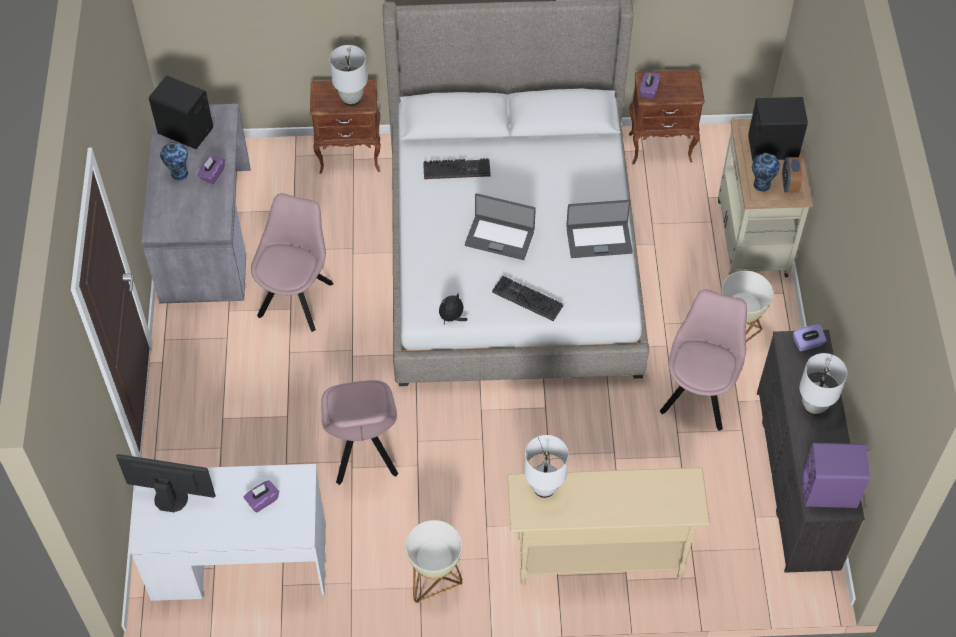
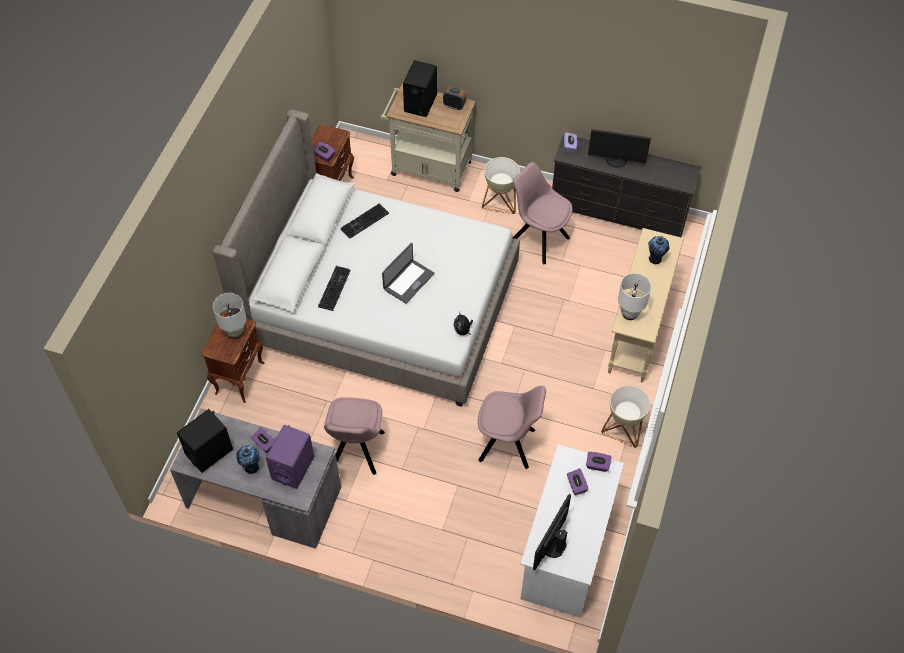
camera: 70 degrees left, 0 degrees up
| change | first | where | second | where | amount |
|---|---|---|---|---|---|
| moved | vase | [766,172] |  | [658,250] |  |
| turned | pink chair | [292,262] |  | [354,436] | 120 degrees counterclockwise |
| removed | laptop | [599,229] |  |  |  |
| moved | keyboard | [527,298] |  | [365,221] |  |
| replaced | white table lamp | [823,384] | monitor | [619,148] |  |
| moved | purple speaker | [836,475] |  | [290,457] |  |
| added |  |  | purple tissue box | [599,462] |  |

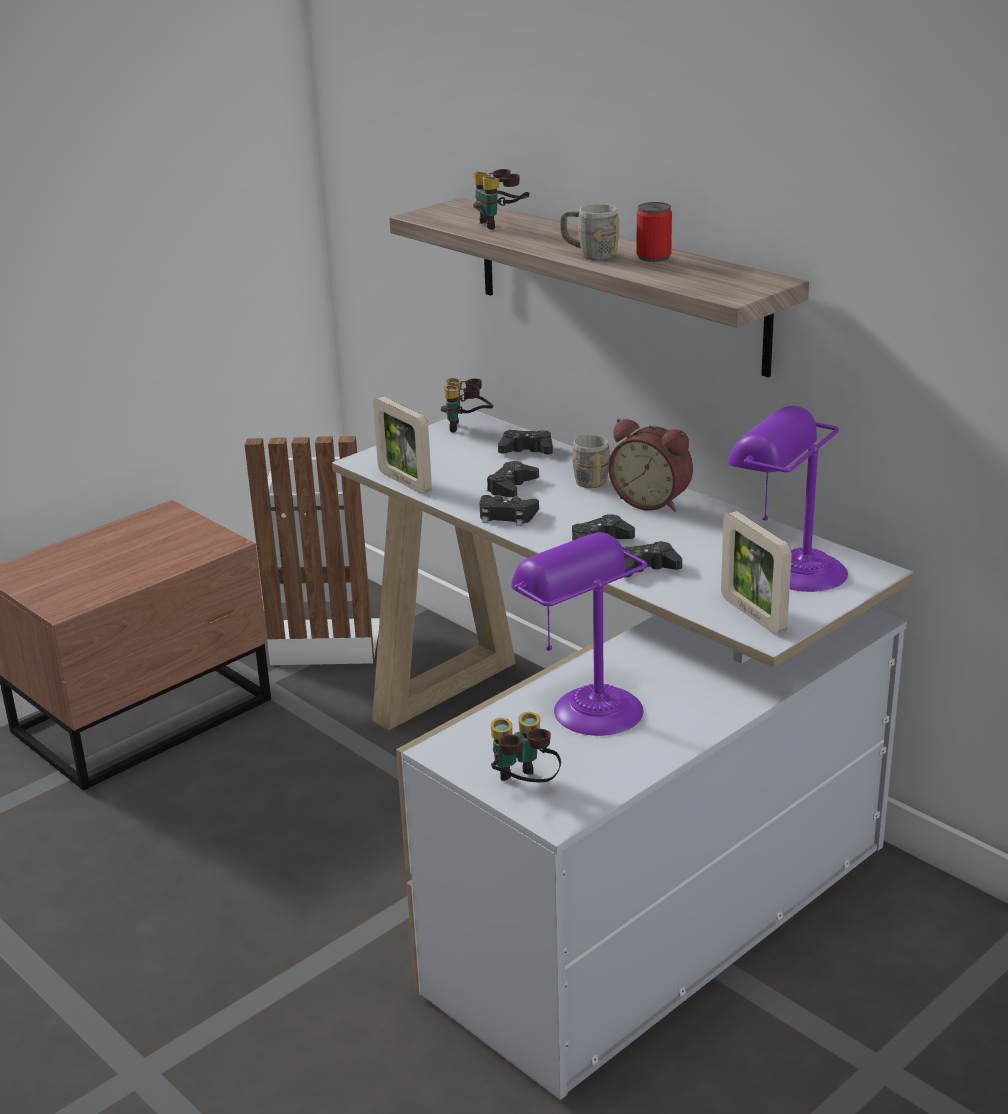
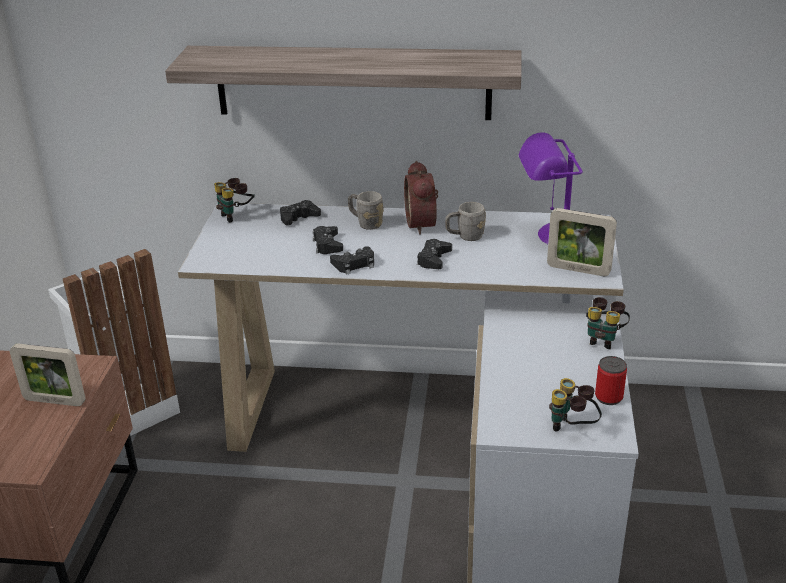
camera: 40 degrees left, 5 degrees up
| change | first | where | second | where | amount |
|---|---|---|---|---|---|
| moved | binoculars | [501,199] |  | [608,323] |  |
| moved | can | [654,232] |  | [611,380] |  |
| moved | grey mug | [589,232] |  | [465,221] |  |
| moved | picture frame | [402,445] |  | [48,374] |  |
| turned | alarm clock | [650,465] |  | [421,198] | 90 degrees clockwise |
| removed | purple table lamp | [579,634] |  |  |  |
| removed | black game controller | [652,559] |  |  |  |

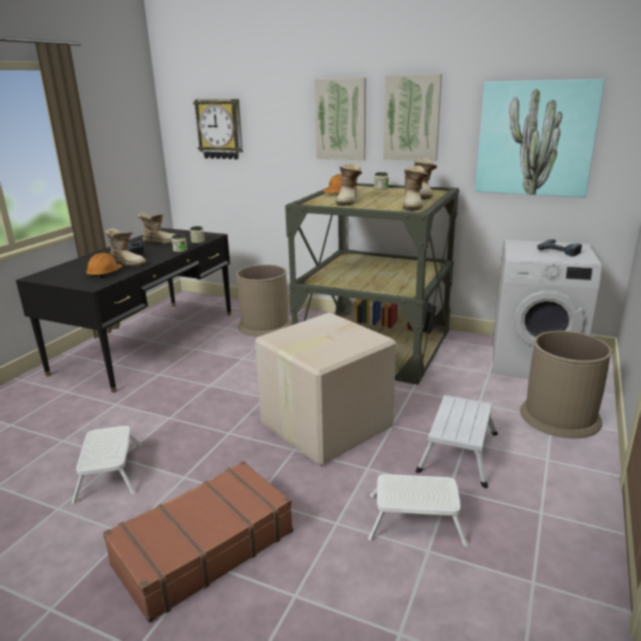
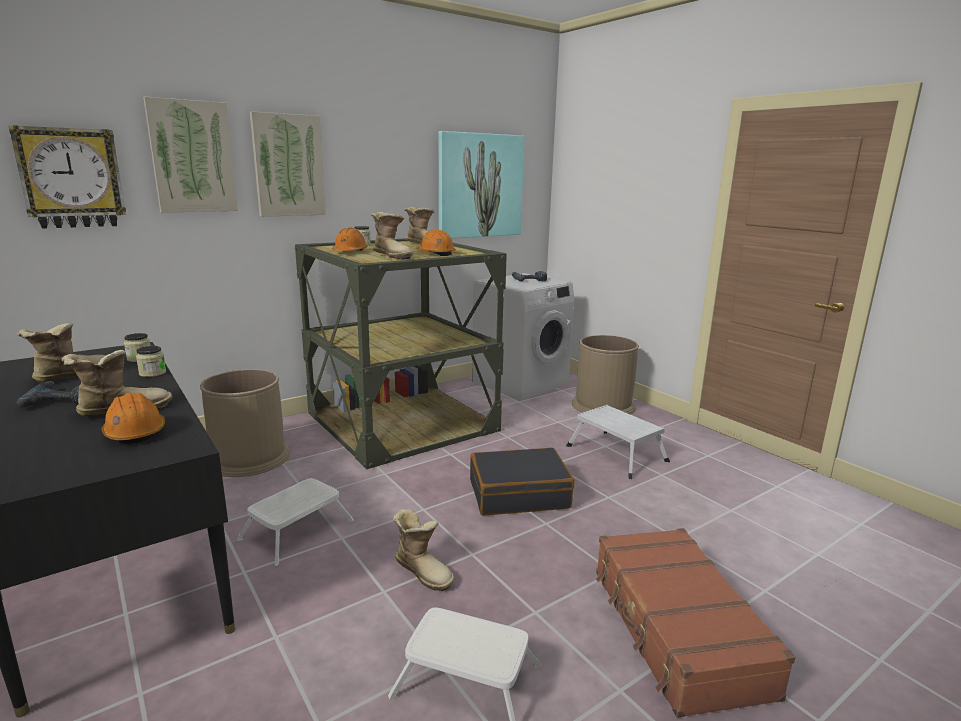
camera: 60 degrees left, 5 degrees down
| change | first | where | second | where | amount |
|---|---|---|---|---|---|
| moved | picture | [413,117] |  | [190,155] |  |
| moved | boot | [416,188] |  | [424,550] |  |
| replaced | cardboard box | [325,389] | black suitcase | [522,481] |  |
| moved | white step ladder | [418,510] |  | [295,522] |  |
| added |  |  | orange hard hat | [436,242] |  |

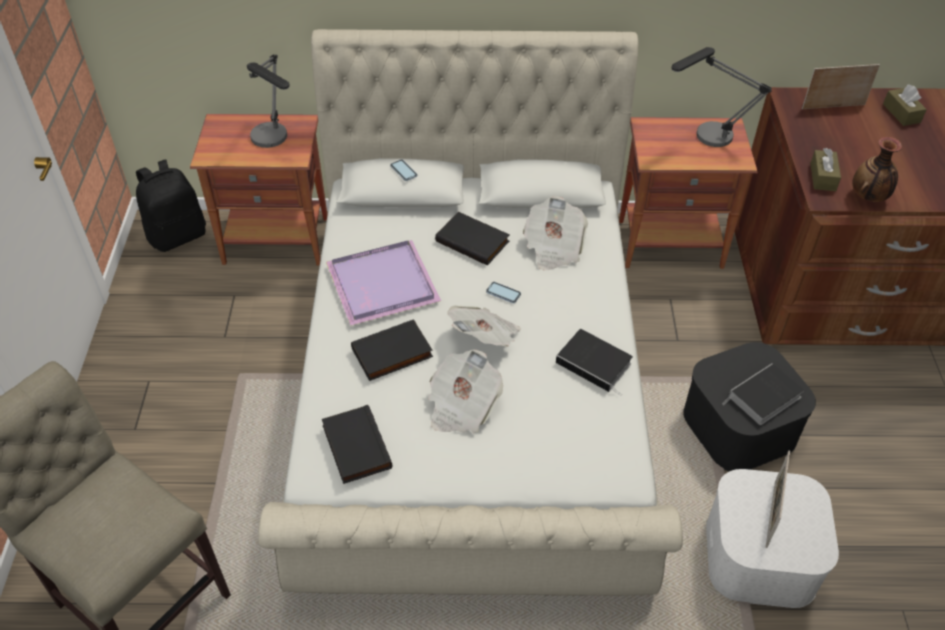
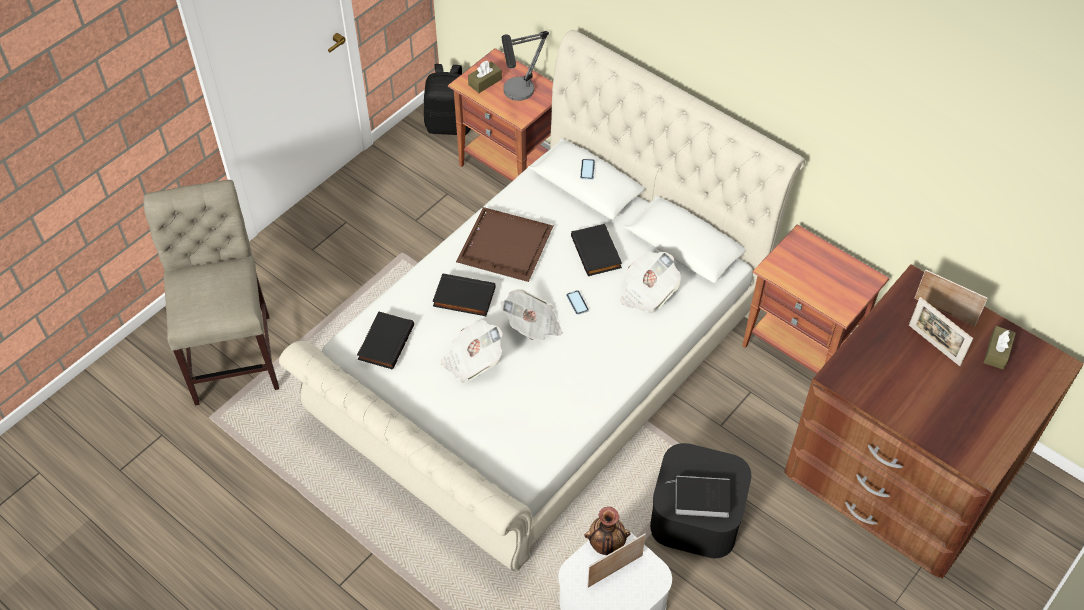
camera: 40 degrees right, 5 degrees up
| change | first | where | second | where | amount |
|---|---|---|---|---|---|
| removed | table lamp | [722,97] |  |  |  |
| moved | vase | [877,169] |  | [607,531] |  |
| moved | brown tissue box | [825,169] |  | [485,77] |  |
| recoloured | purple tray | [383,283] | brown tray | [504,244] |  |
| removed | book | [594,362] |  |  |  |
| added |  |  | picture frame | [941,331] |  |

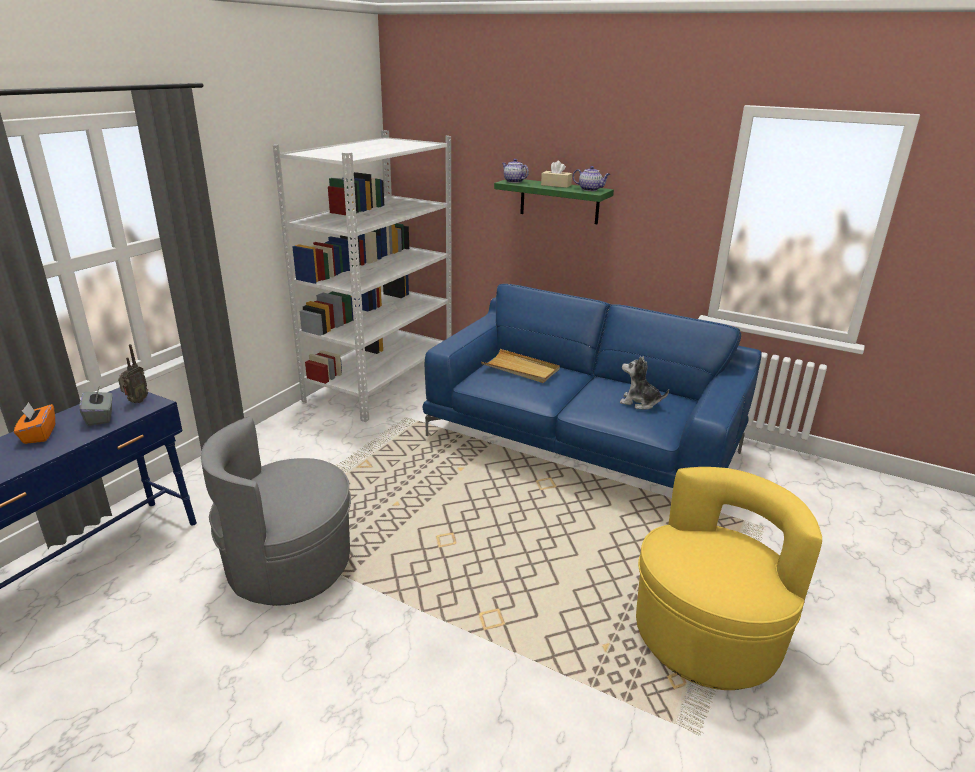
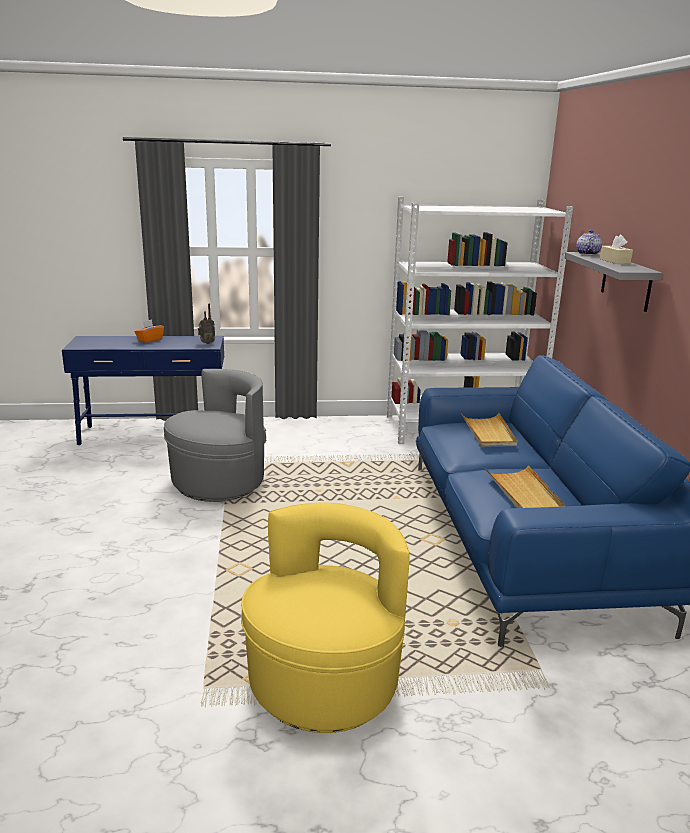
camera: 55 degrees right, 5 degrees down
| change | first | where | second | where | amount |
|---|---|---|---|---|---|
| removed | teapot | [591,178] |  |  |  |
| recoloured | green shelf | [554,201] | grey shelf | [614,282] |  |
| replaced | plush toy | [644,383] | beige tray | [525,486] |  |
| removed | grey tissue box | [96,405] |  |  |  |
| turned | grey armchair | [276,511] |  | [215,435] | 105 degrees clockwise |
| turned | yellow armchair | [729,578] |  | [325,617] | 75 degrees counterclockwise |

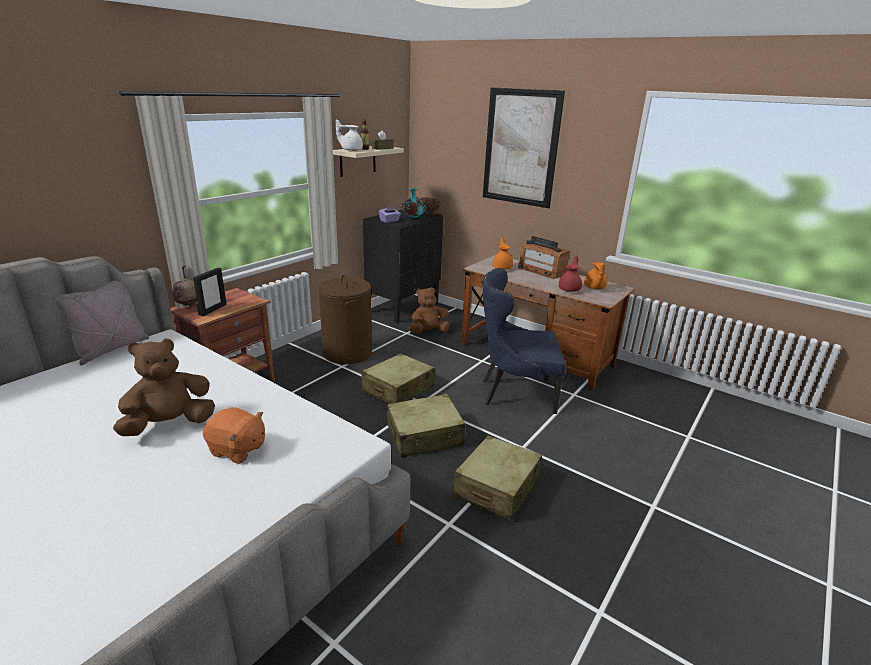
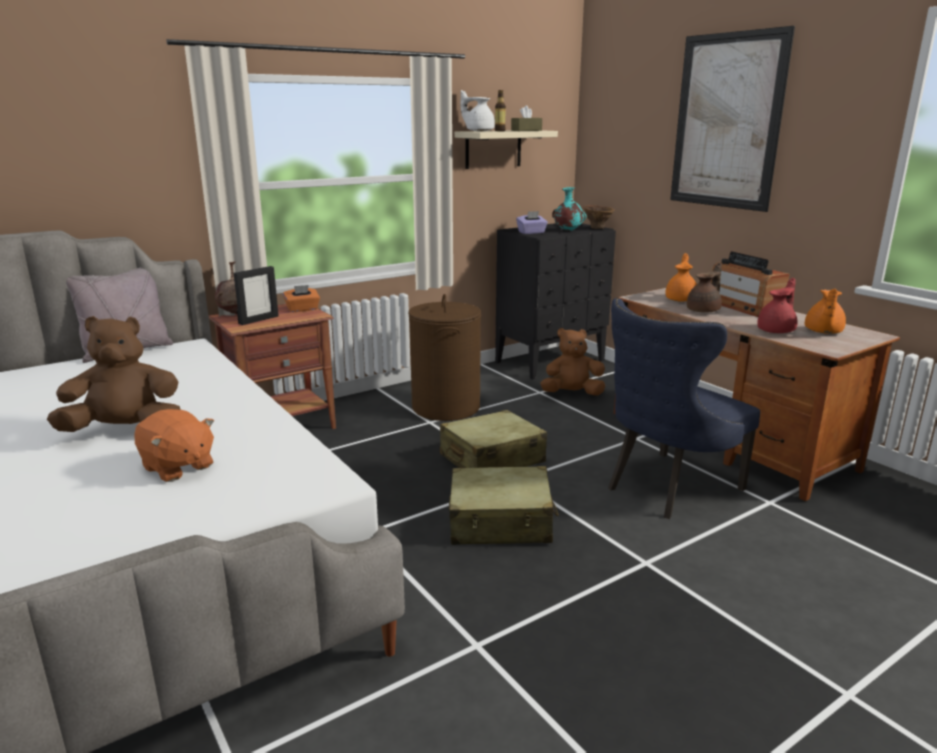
camera: 20 degrees right, 5 degrees down
| change | first | where | second | where | amount |
|---|---|---|---|---|---|
| turned | blue chair | [524,341] |  | [684,408] | 60 degrees counterclockwise |
| removed | beige suitcase | [497,478] |  |  |  |
| added |  |  | brown teapot | [704,288] |  |
| added |  |  | orange tissue box | [301,298] |  |

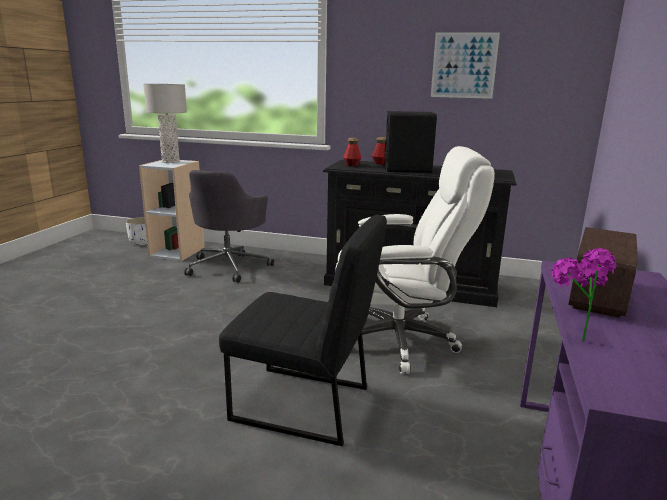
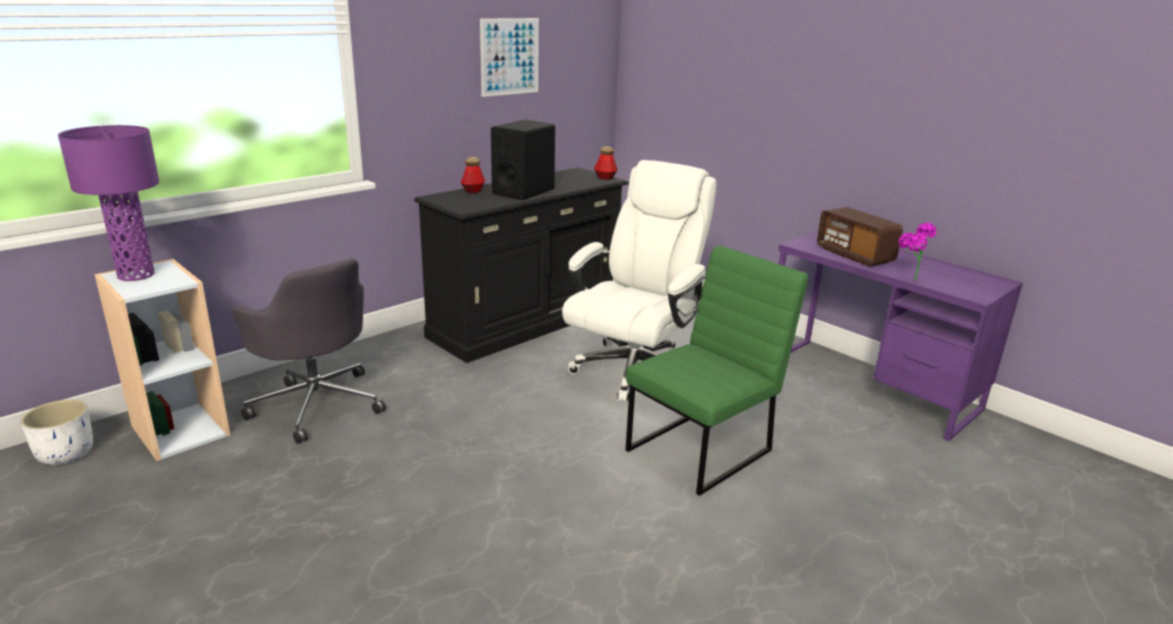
camera: 60 degrees left, 5 degrees up
| change | first | where | second | where | amount |
|---|---|---|---|---|---|
| recoloured | white table lamp | [165,123] | purple table lamp | [108,203] |  |
| moved | bottle | [352,151] |  | [606,163] |  |
| recoloured | black chair | [303,330] | green chair | [717,371] |  |

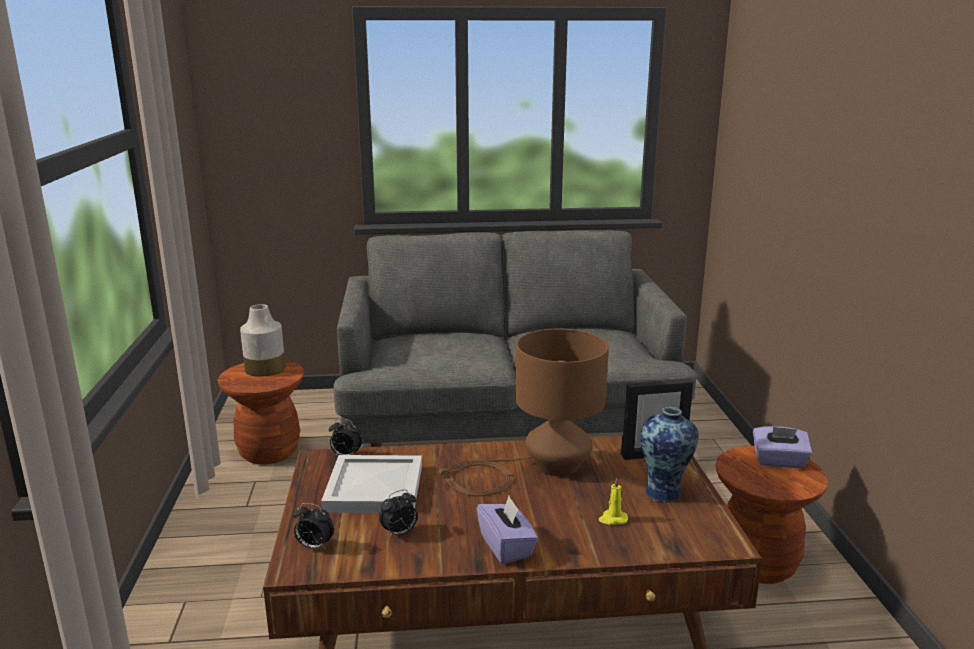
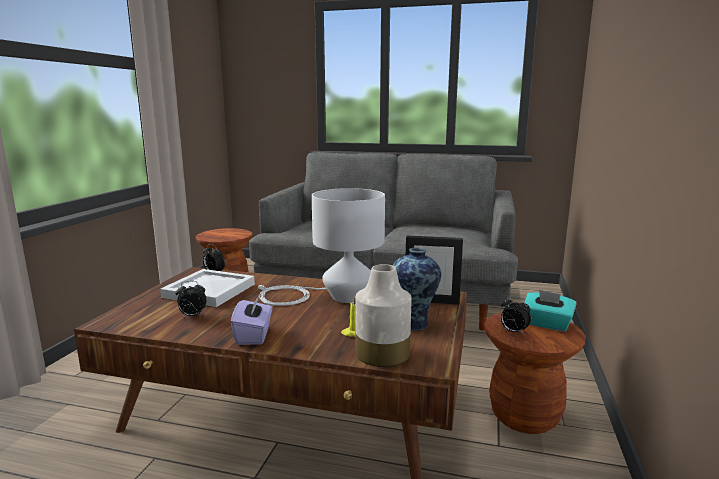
camera: 20 degrees right, 5 degrees down
| change | first | where | second | where | amount |
|---|---|---|---|---|---|
| moved | beige vase | [262,340] |  | [384,315] |  |
| recoloured | brown table lamp | [524,412] | grey table lamp | [321,247] |  |
| recoloured | purple tissue box | [782,447] | turquoise tissue box | [551,311] |  |
| moved | alarm clock | [313,526] |  | [516,315] |  |

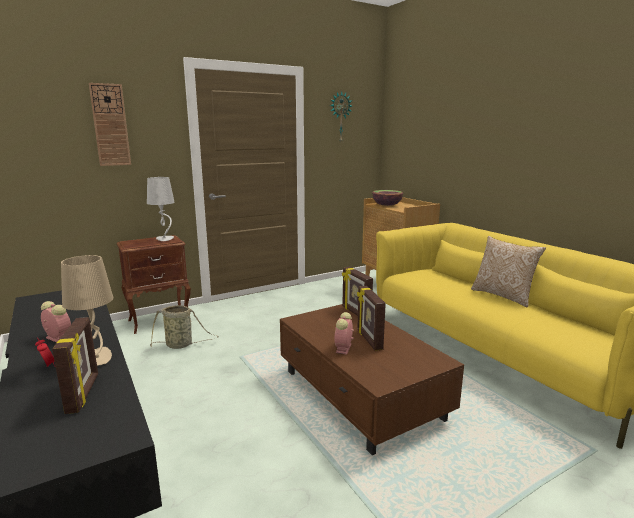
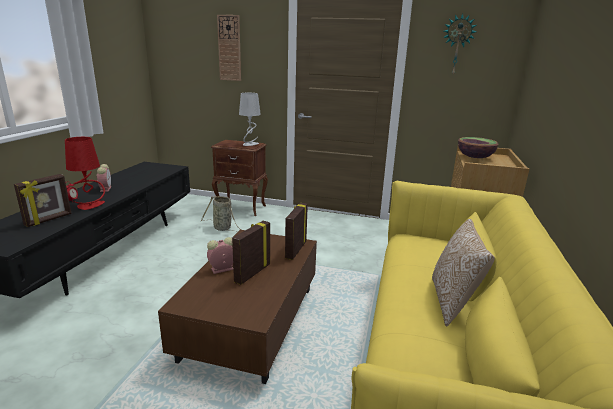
camera: 45 degrees right, 5 degrees up
| change | first | where | second | where | amount |
|---|---|---|---|---|---|
| recoloured | beige table lamp | [87,310] | red table lamp | [85,173] |  |

